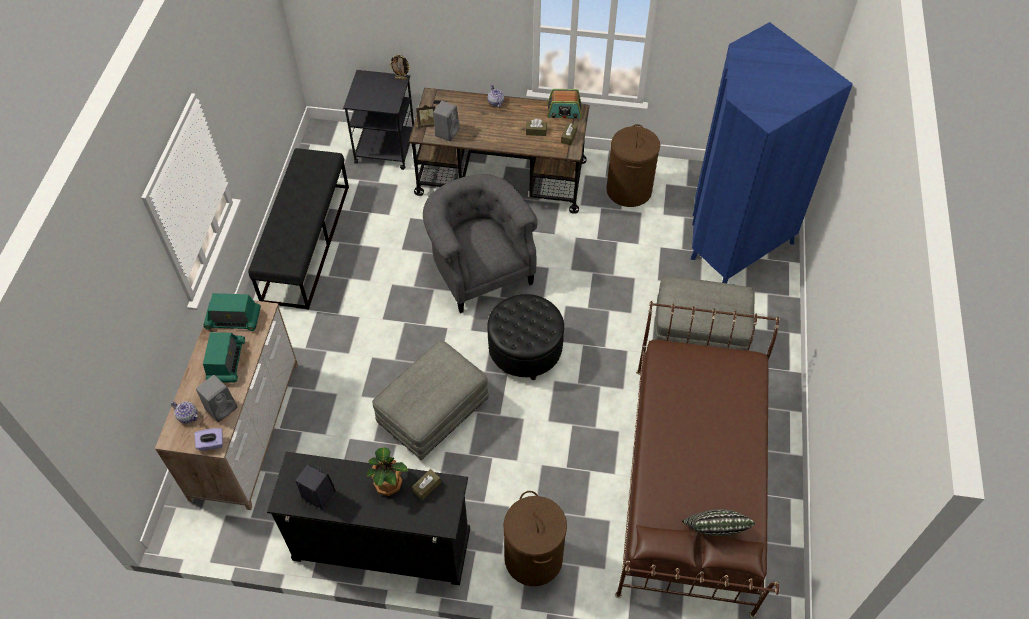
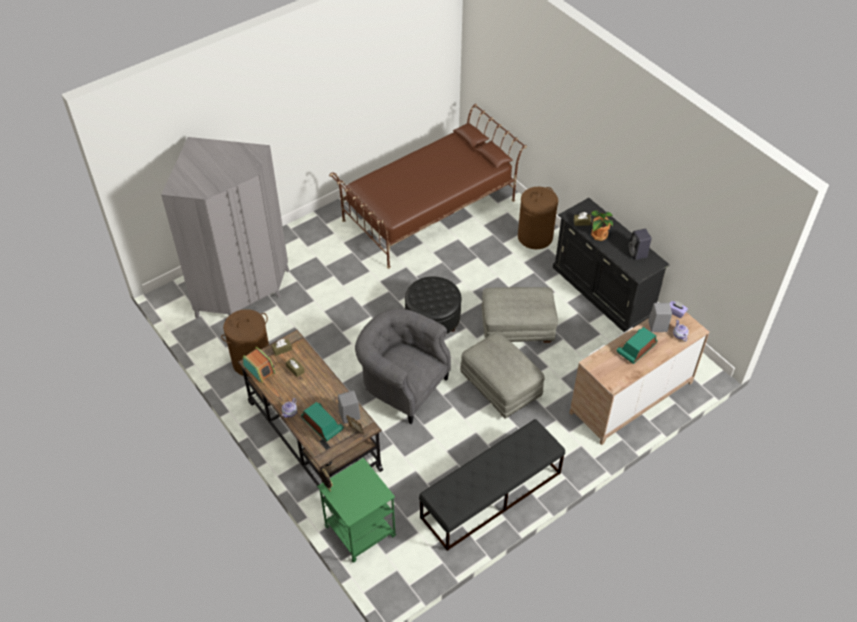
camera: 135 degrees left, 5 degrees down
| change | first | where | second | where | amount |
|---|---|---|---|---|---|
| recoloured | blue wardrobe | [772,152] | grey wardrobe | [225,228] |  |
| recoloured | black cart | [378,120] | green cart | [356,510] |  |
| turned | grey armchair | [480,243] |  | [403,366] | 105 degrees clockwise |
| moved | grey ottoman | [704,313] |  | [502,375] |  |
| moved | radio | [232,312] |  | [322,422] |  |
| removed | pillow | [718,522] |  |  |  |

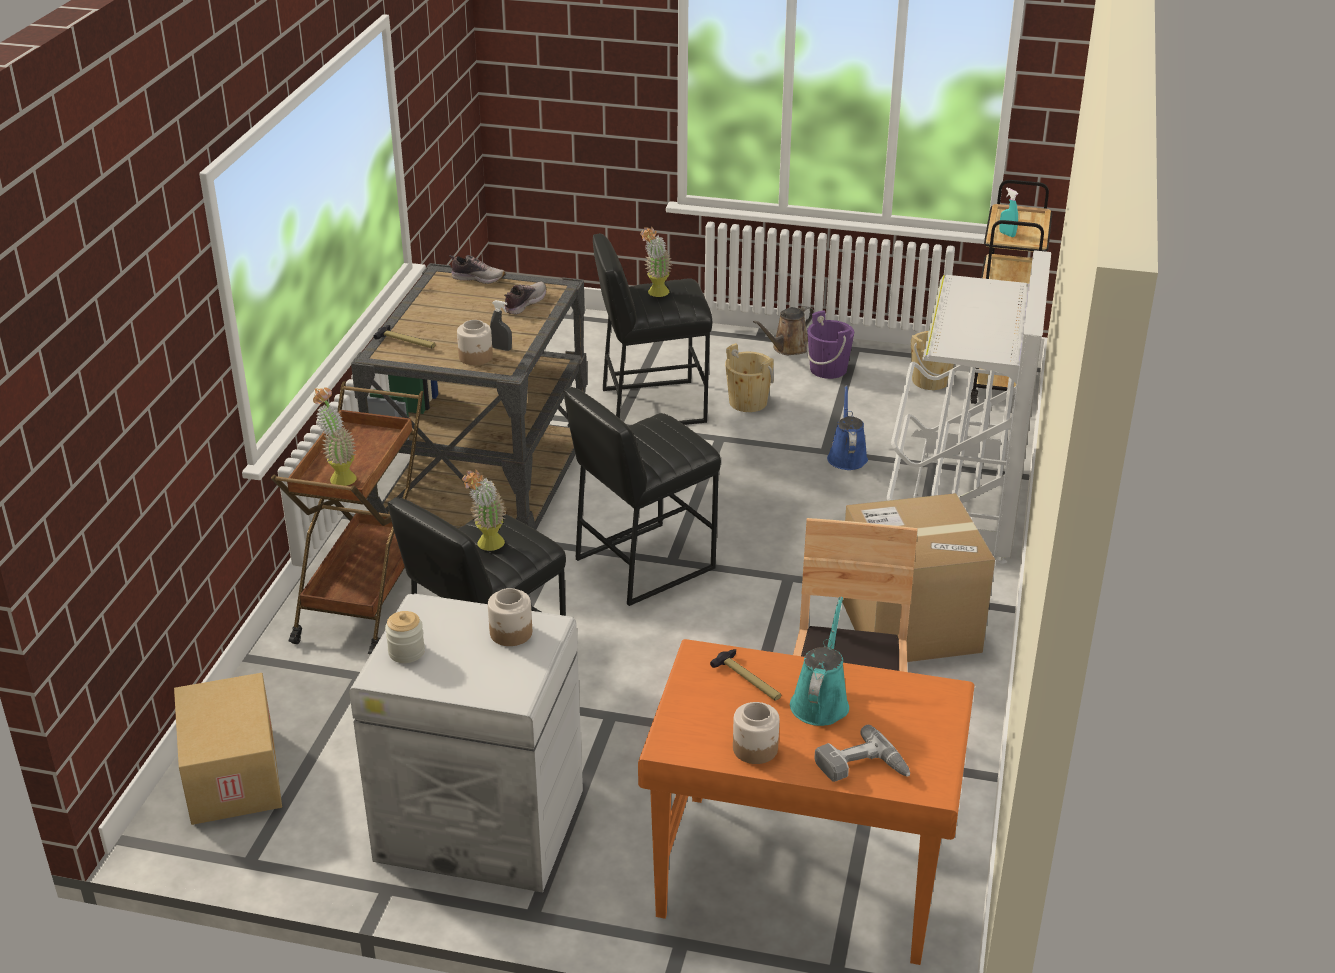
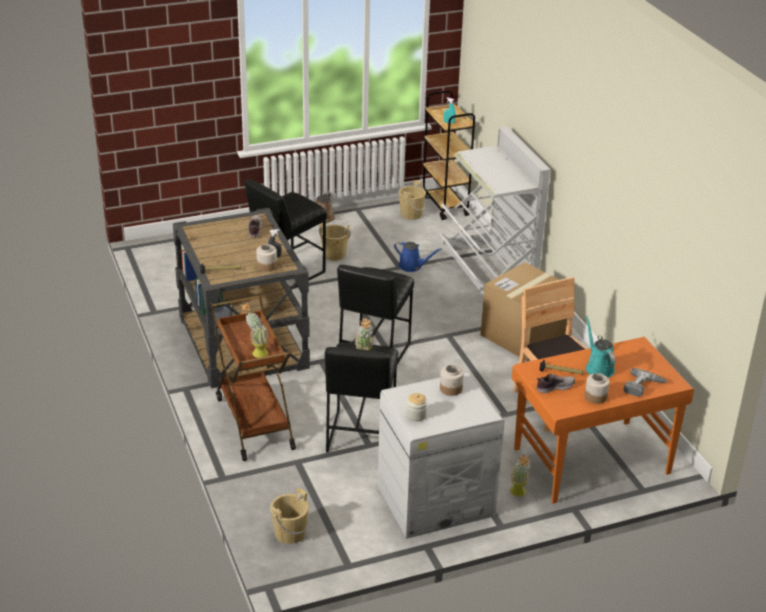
camera: 35 degrees left, 0 degrees up
| change | first | where | second | where | amount |
|---|---|---|---|---|---|
| moved | potted plant | [656,261] |  | [520,475] |  |
| moved | shoe | [477,269] |  | [555,383] |  |
| removed | purple bucket | [830,344] |  |  |  |
| turned | blue watering can | [847,427] |  | [418,256] | 150 degrees clockwise |
| replaced | cardboard box | [228,749] | beige bucket | [289,516] |  |

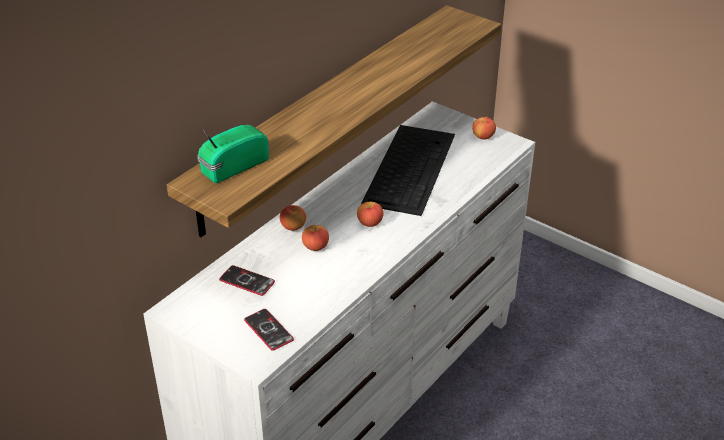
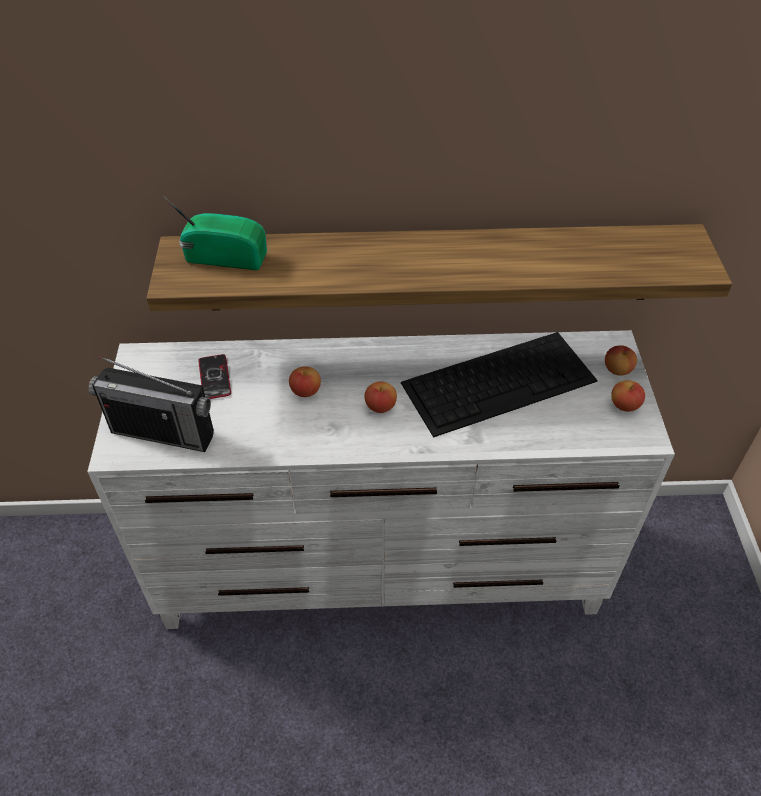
camera: 50 degrees right, 10 degrees up
| change | first | where | second | where | amount |
|---|---|---|---|---|---|
| moved | apple | [293,218] |  | [621,360] |  |
| replaced | phone | [269,330] | radio | [151,404] |  |

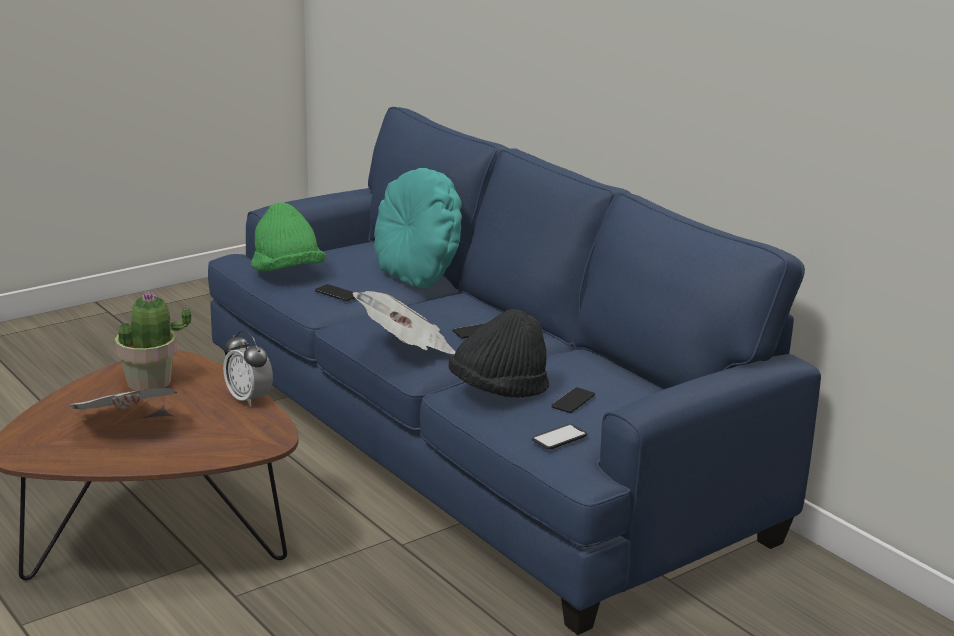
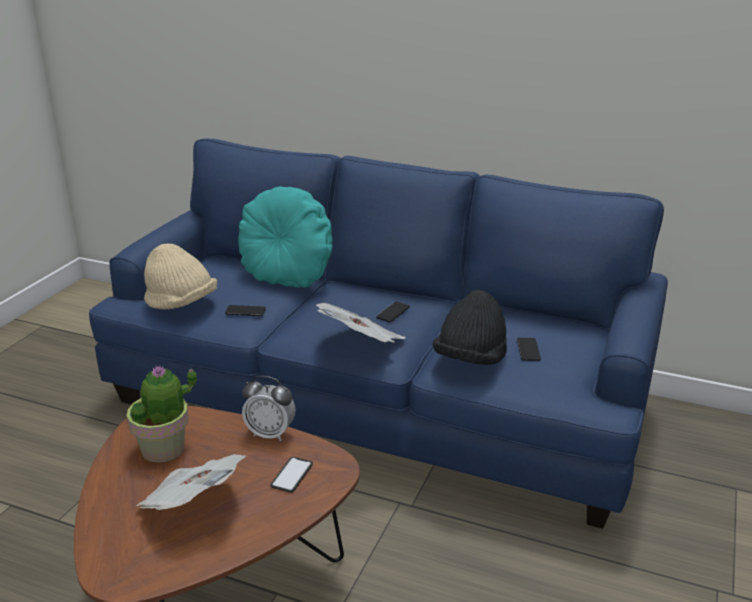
camera: 30 degrees left, 5 degrees up
| change | first | where | second | where | amount |
|---|---|---|---|---|---|
| recoloured | green hat | [288,236] | beige hat | [180,276] |  |
| moved | phone | [559,436] |  | [292,475] |  |

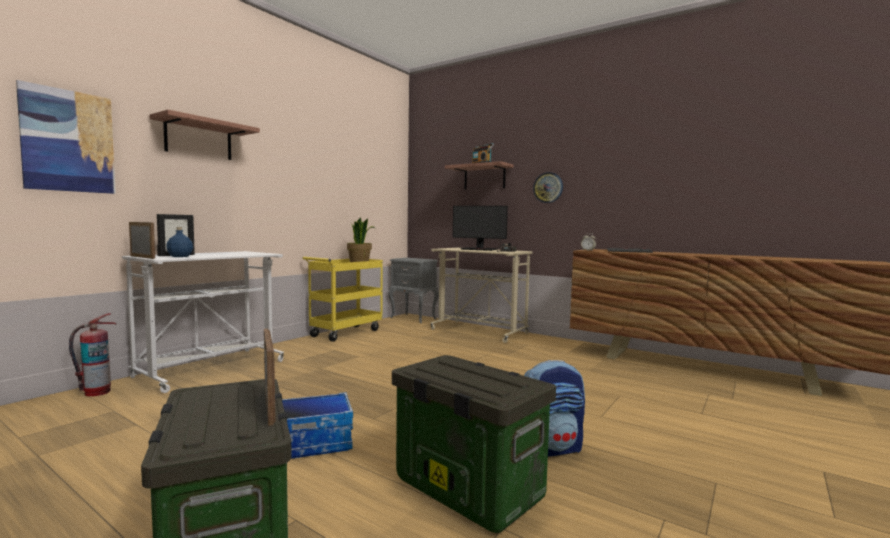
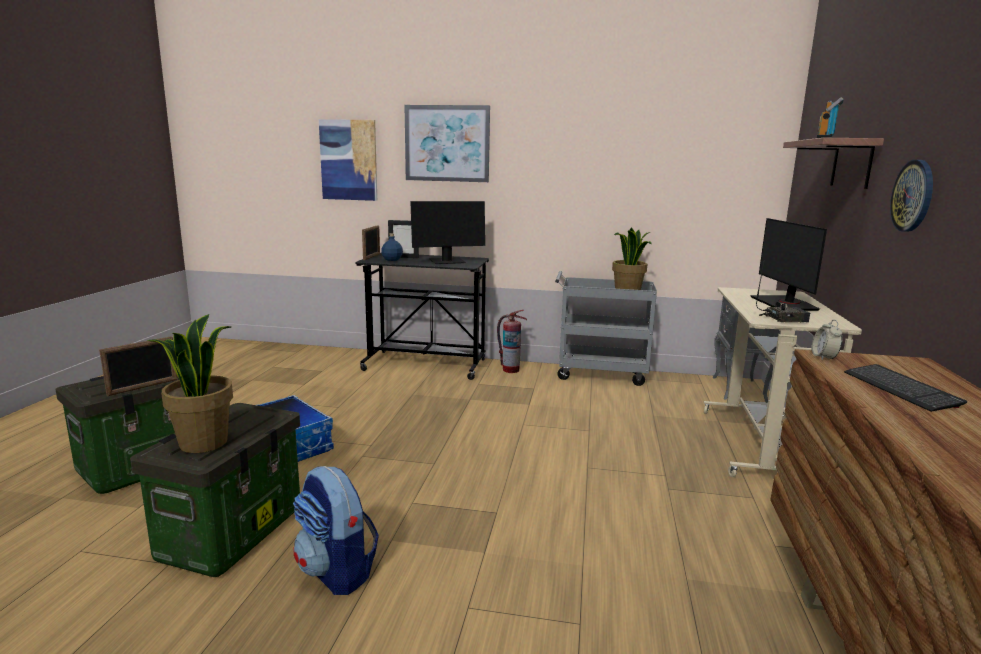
camera: 65 degrees right, 10 degrees up
| change | first | where | second | where | amount |
|---|---|---|---|---|---|
| replaced | shelf | [205,135] | picture | [447,143] |  |
| recoloured | white desk | [203,322] | black desk | [422,316] |  |
| recoloured | yellow cart | [343,299] | grey cart | [606,328] |  |
| moved | fire extinguisher | [92,354] |  | [512,341] |  |
| added |  |  | monitor | [447,232] |  |
| added |  |  | potted plant | [190,383] |  |

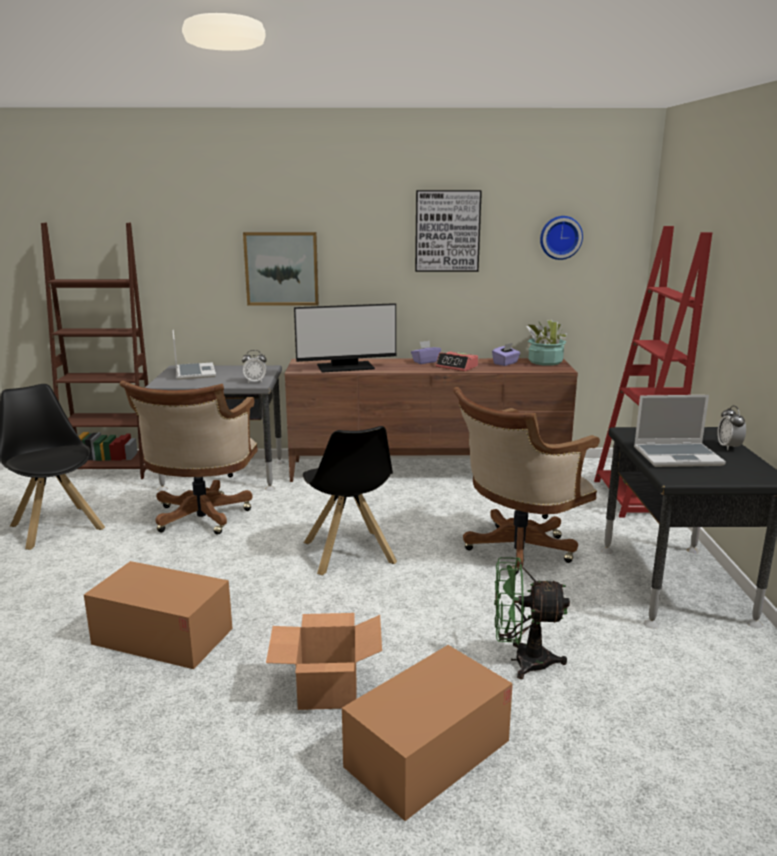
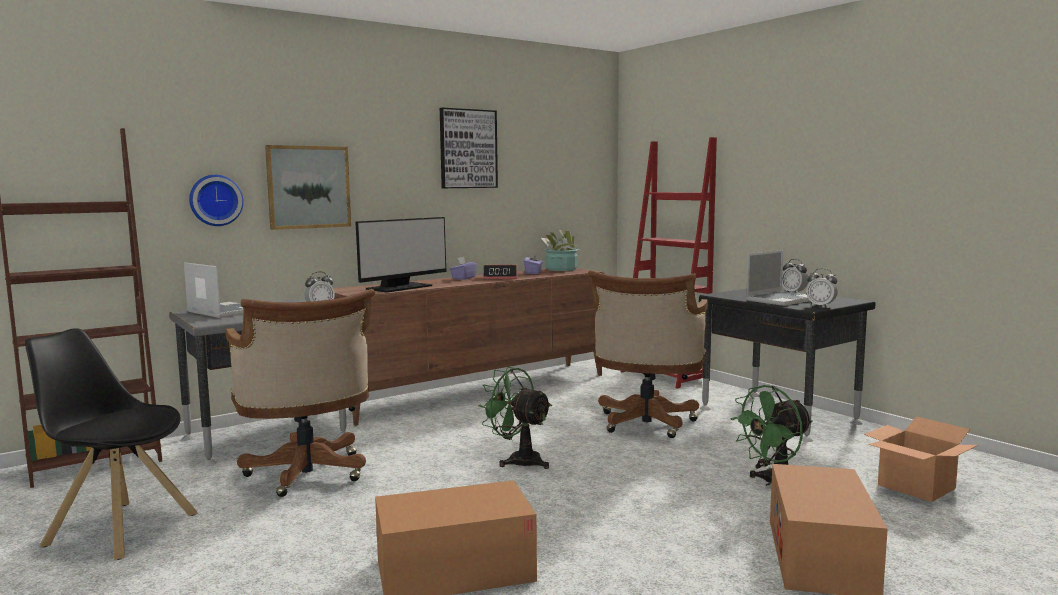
camera: 35 degrees left, 10 degrees down
| change | first | where | second | where | amount |
|---|---|---|---|---|---|
| moved | wall clock | [561,238] |  | [216,200] |  |
| replaced | black chair | [350,500] | green fan | [515,418] |  |
| moved | cardboard box | [324,661] |  | [921,459] |  |
| added |  |  | alarm clock | [822,288] |  |

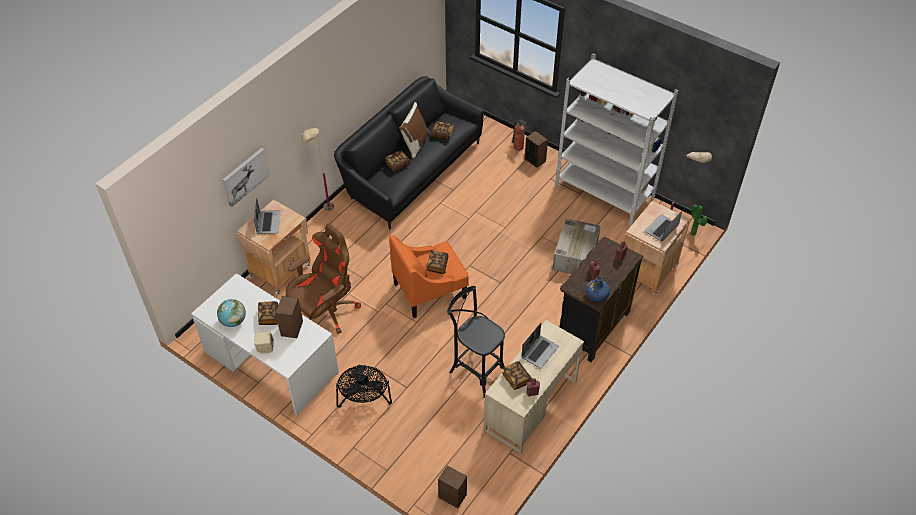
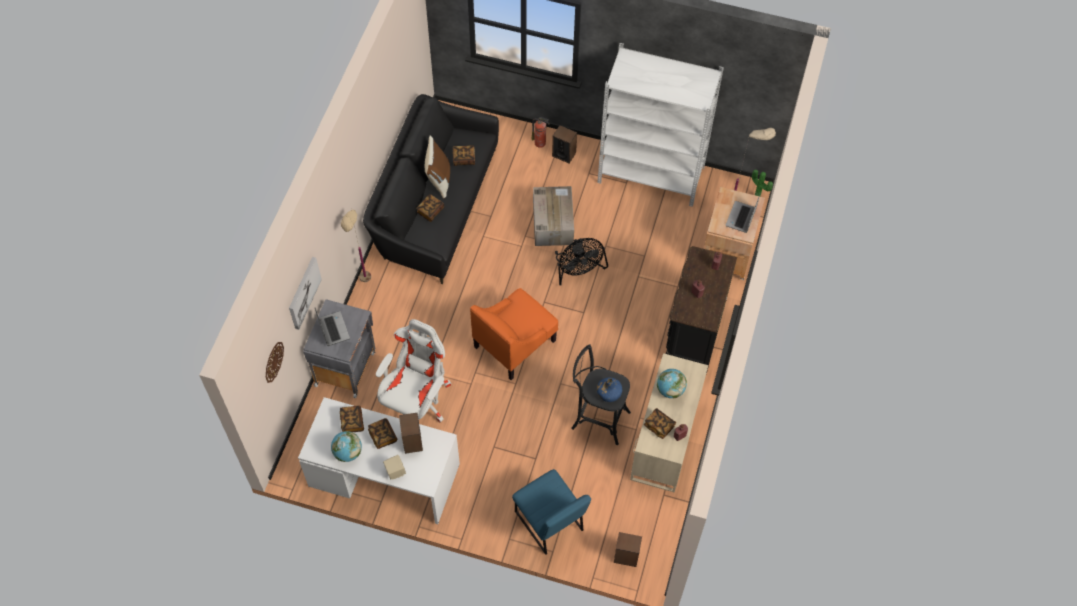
camera: 20 degrees left, 10 degrees up
| change | first | where | second | where | amount |
|---|---|---|---|---|---|
| recoloured | brown cart | [273,247] | grey cart | [339,348] |  |
| moved | cardboard box | [576,246] |  | [553,216] |  |
| recoloured | brown office chair | [323,279] | white office chair | [413,370] |  |
| moved | book | [437,262] |  | [352,419] |  |
| moved | blue bottle | [598,289] |  | [609,389] |  |
| replaced | laptop | [540,346] | globe | [672,384] |  |
| moved | black fan | [364,386] |  | [581,262] |  |
| added |  |  | wall clock | [275,362] |  |
| added |  |  | blue chair | [551,512] |  |

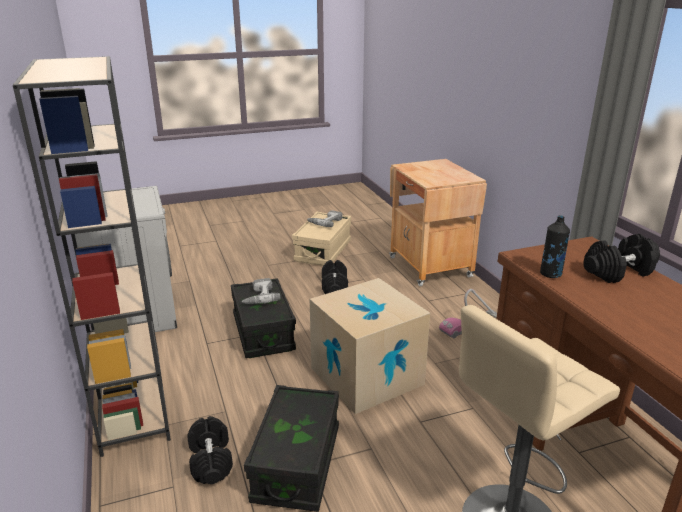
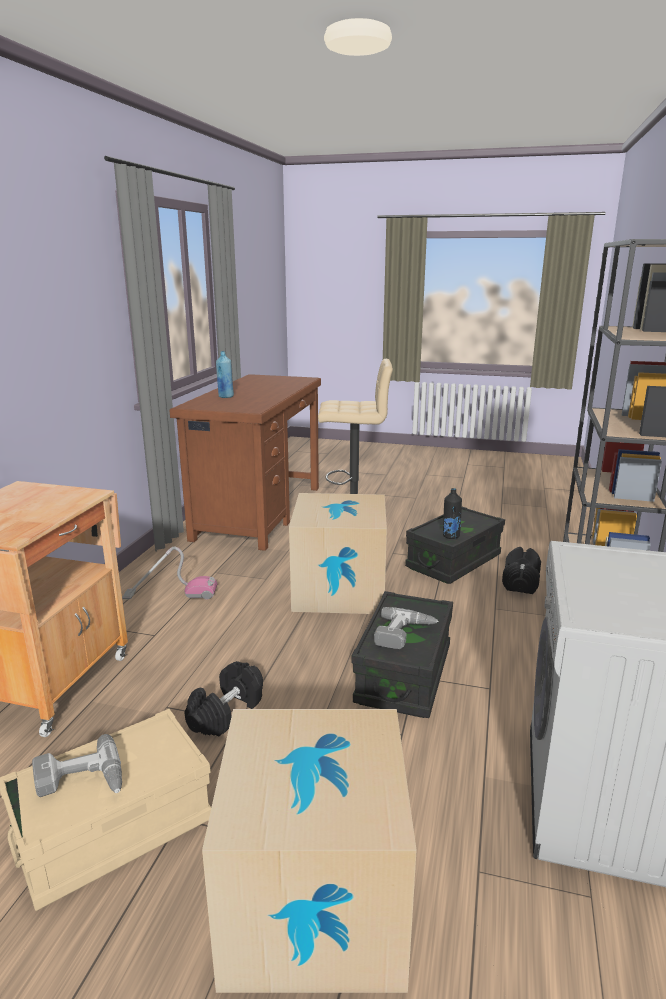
camera: 145 degrees left, 5 degrees down
| change | first | where | second | where | amount |
|---|---|---|---|---|---|
| moved | black bottle | [555,247] |  | [452,513] |  |
| replaced | black dumbbell | [622,258] | blue bottle | [225,374] |  |
| added |  |  | cardboard box | [309,851] |  |

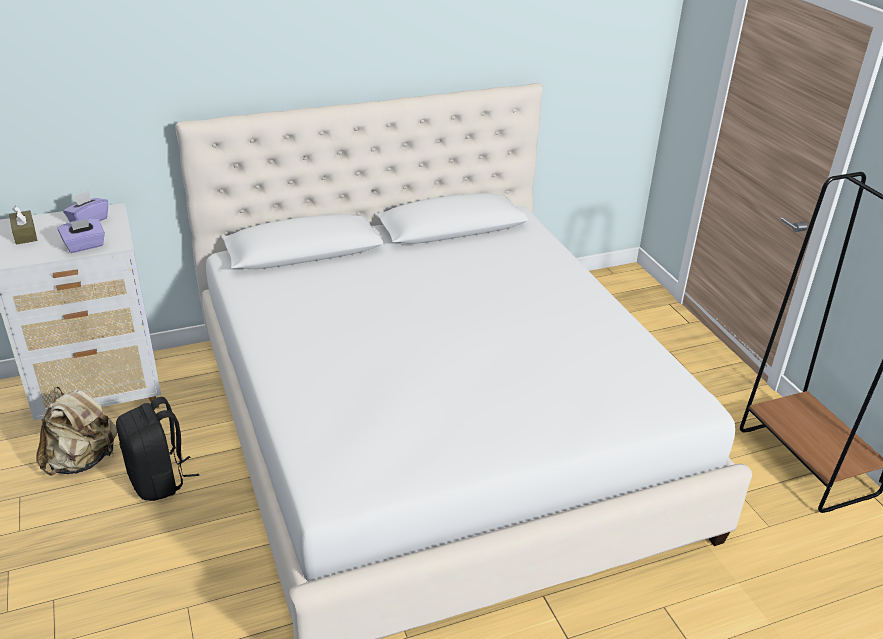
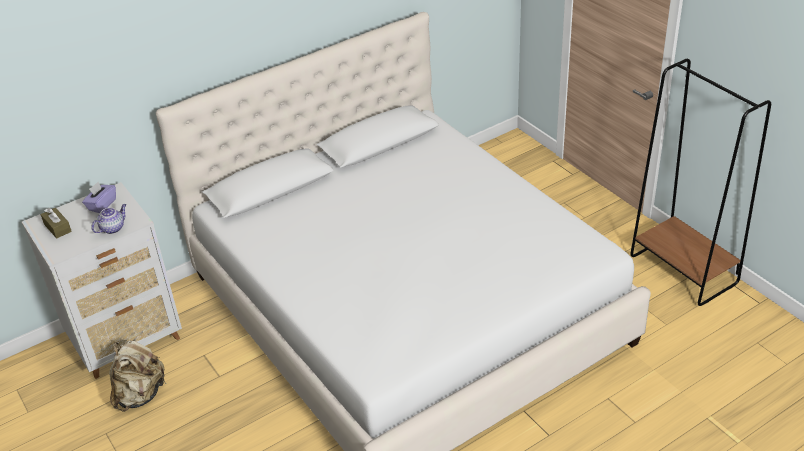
camera: 10 degrees left, 5 degrees up
| change | first | where | second | where | amount |
|---|---|---|---|---|---|
| replaced | purple tissue box | [81,235] | teapot | [108,219] |  |
| removed | black backpack | [157,449] |  |  |  |

